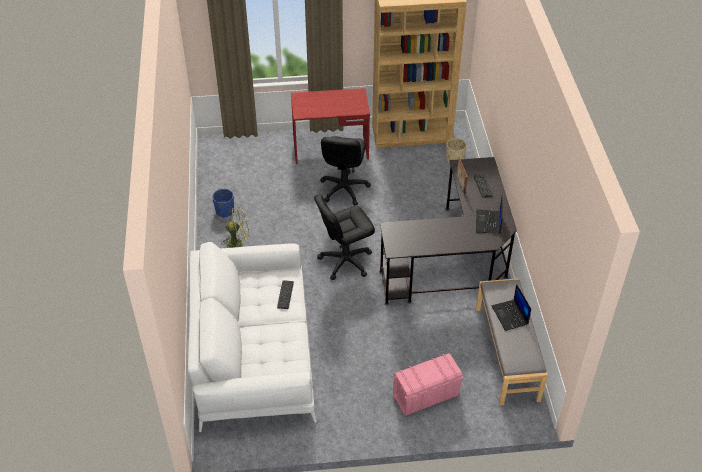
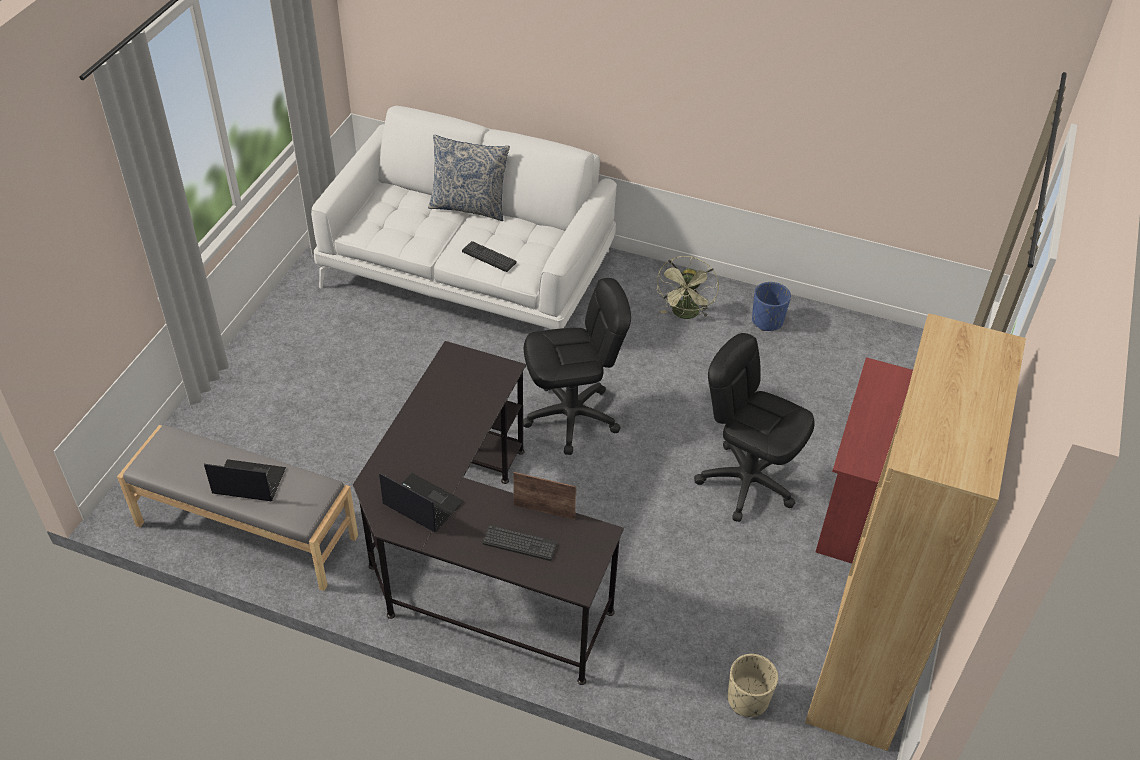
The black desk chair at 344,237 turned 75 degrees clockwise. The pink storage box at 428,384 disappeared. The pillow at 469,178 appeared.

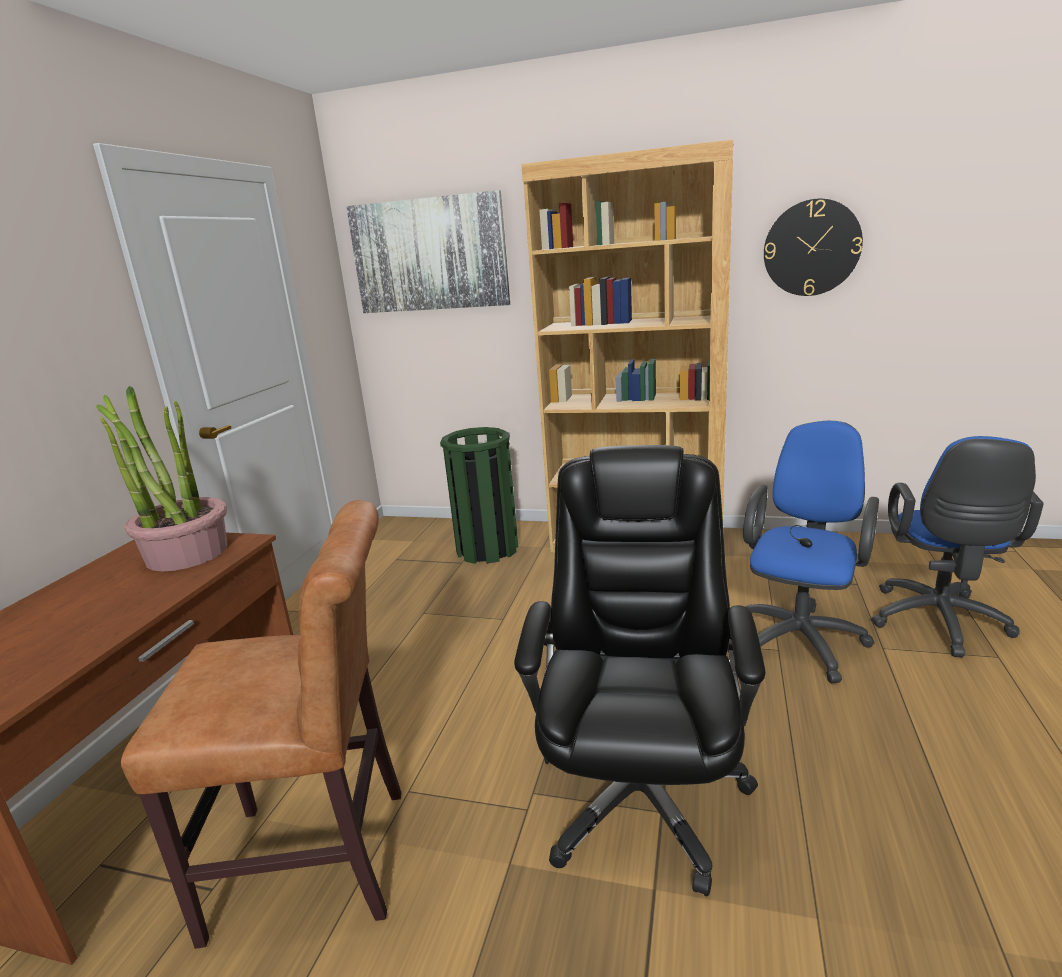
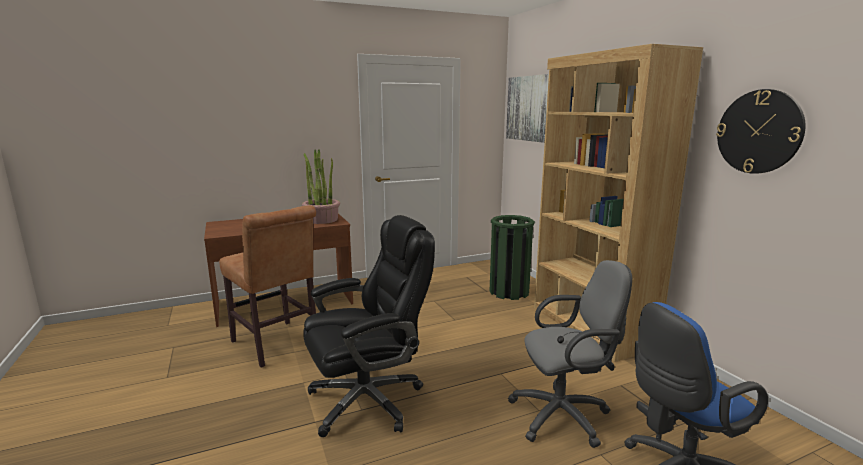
The bluish desk chair at 811,552 became the grey desk chair at 570,354.

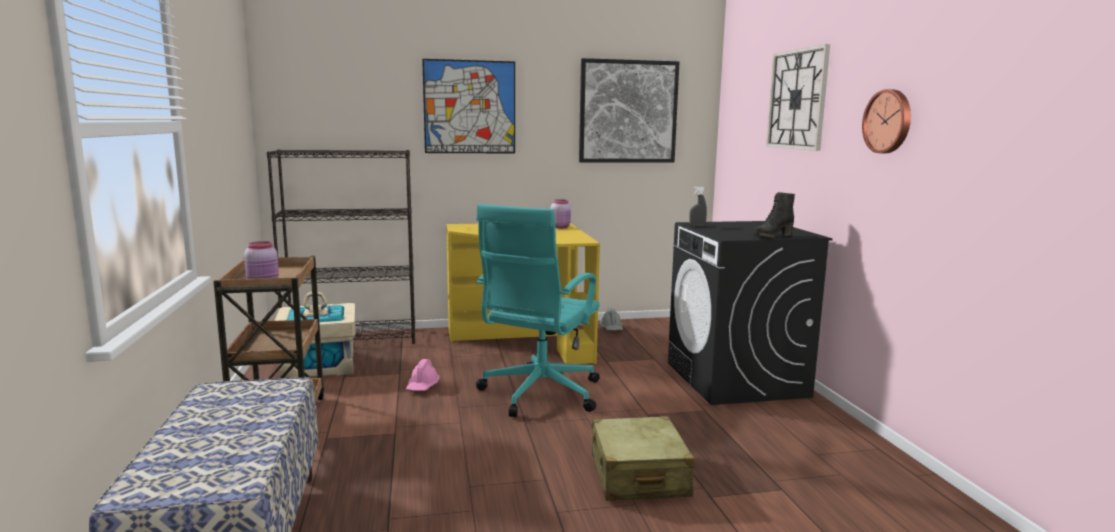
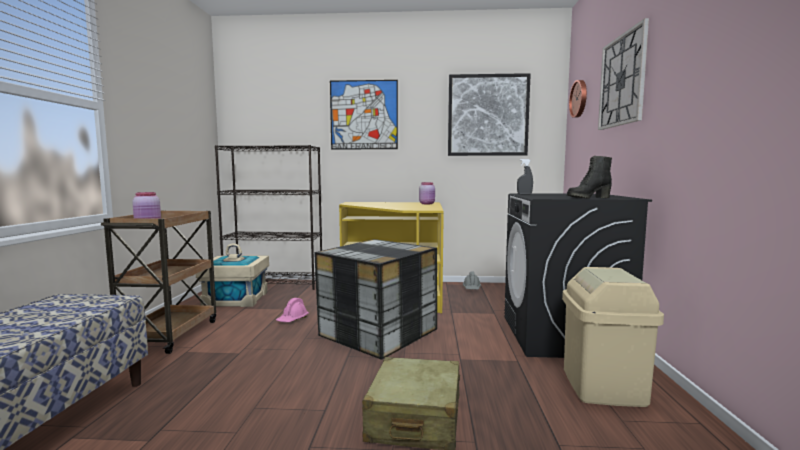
The turquoise desk chair at 538,310 was replaced by the storage box at 375,299. The hanging clock moved from 886,121 to 578,99. The beige-coloured waste bin at 613,337 appeared.

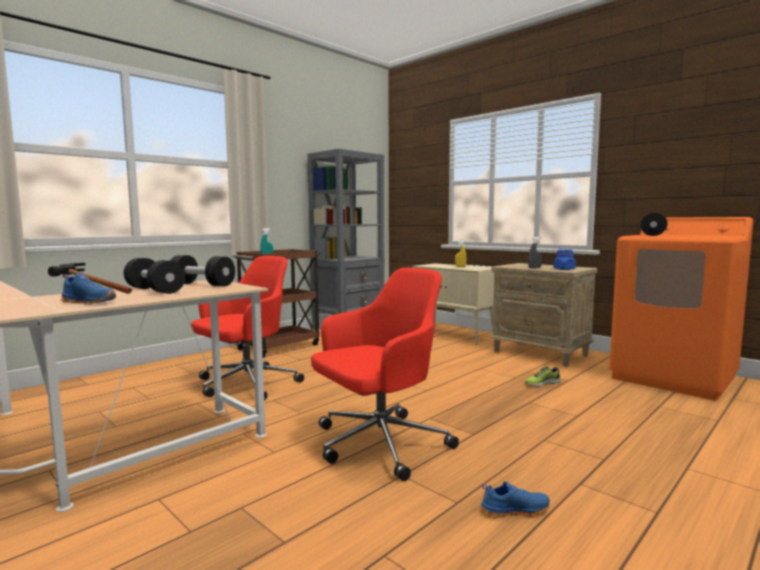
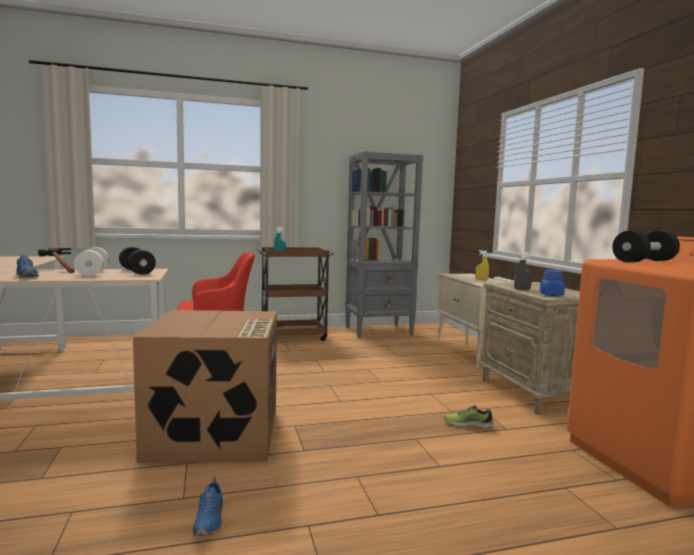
The black free weight at 154,276 became the white-coloured free weight at 91,261. The reddish desk chair at 385,374 was replaced by the cardboard box at 205,386. The bluish item of footwear at 515,499 turned 60 degrees clockwise.

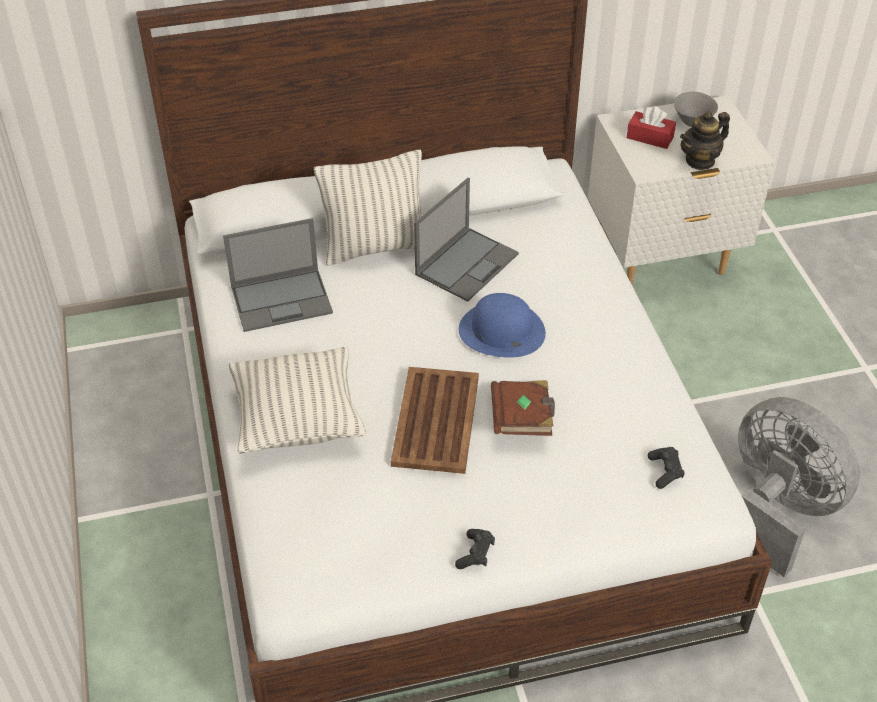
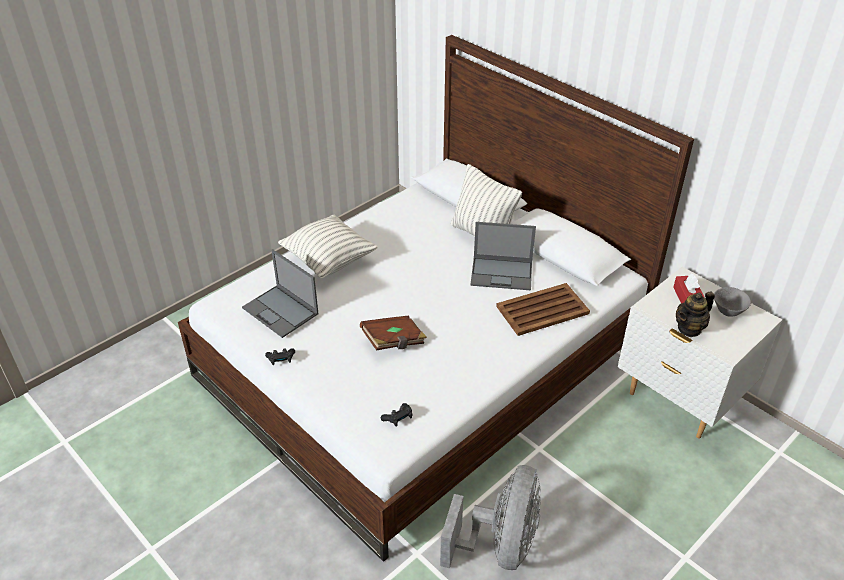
The notebook computer moved from 278,275 to 280,293. The brown tray moved from 435,420 to 543,309. The bluish hat at 502,325 disappeared. The tea pot at 705,140 turned 60 degrees counterclockwise.

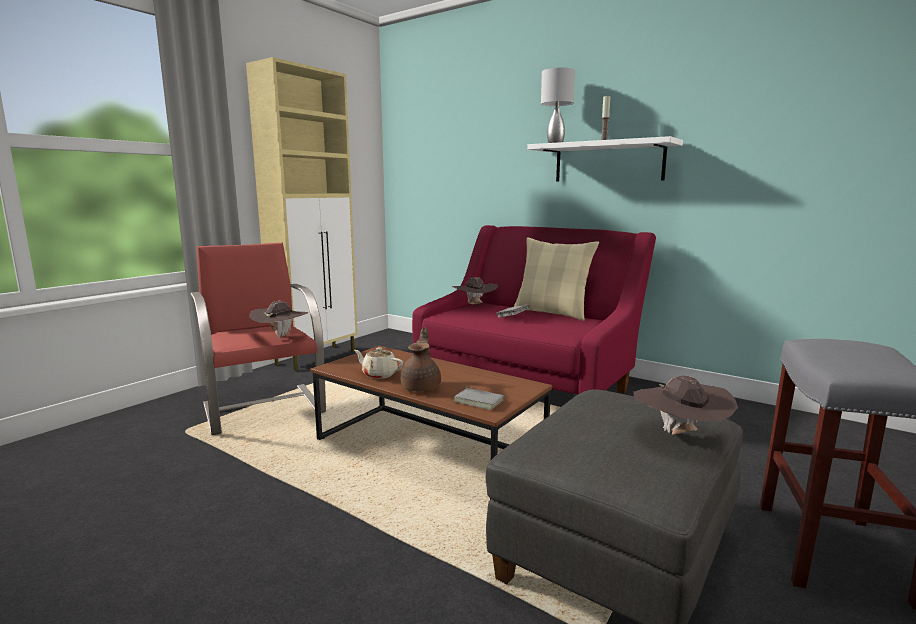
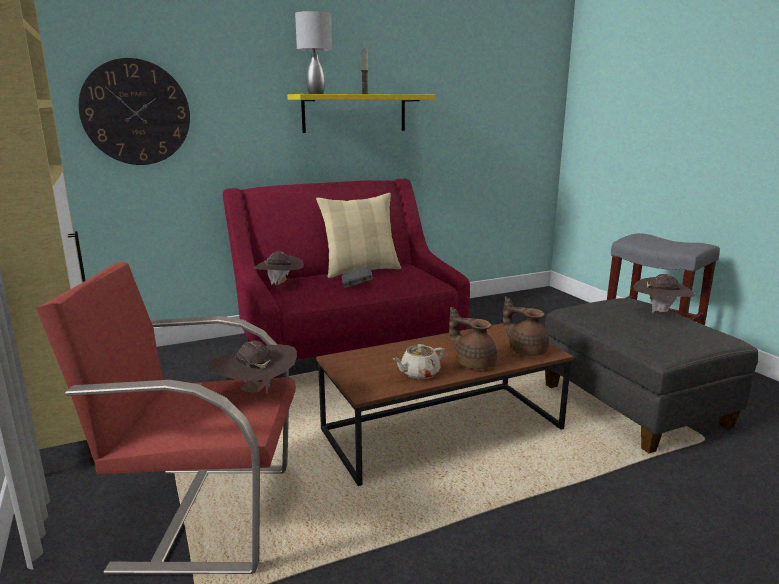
The grey bound book at 479,398 was replaced by the brown tea pot at 526,326. The white-coloured shelf at 605,159 became the yellow-coloured shelf at 361,113. The hanging clock at 134,111 appeared.

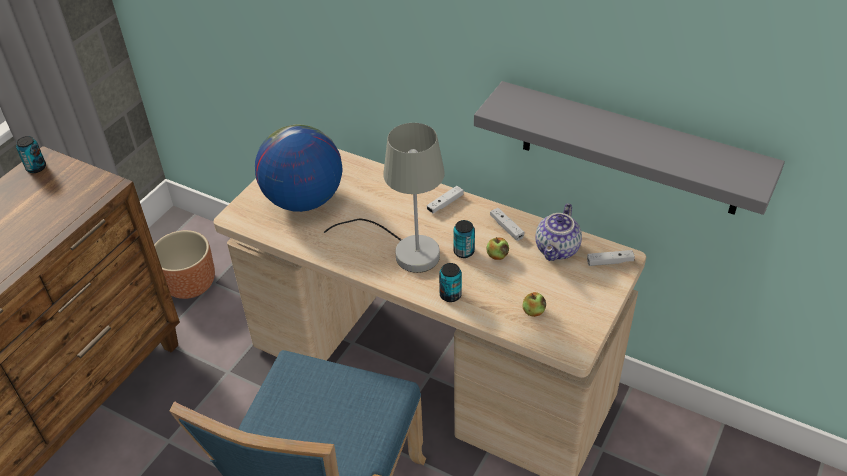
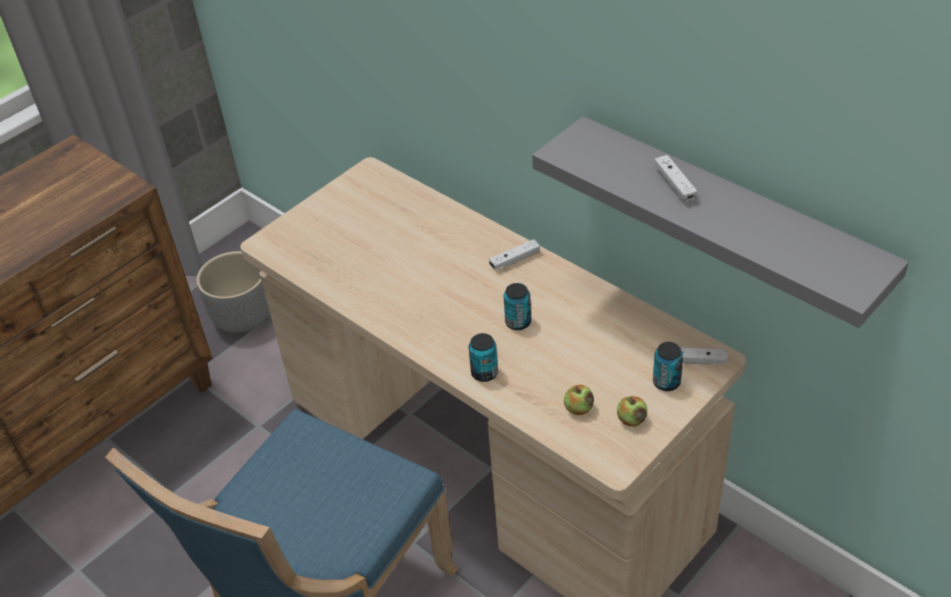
The can moved from 31,154 to 668,366. The brown flower pot at 184,264 became the grey flower pot at 233,292. The desk globe at 298,168 disappeared. The grey table lamp at 384,198 disappeared. The apple moved from 497,248 to 632,411. The white-coloured joypad moved from 507,224 to 675,179. The tea pot at 558,232 disappeared.

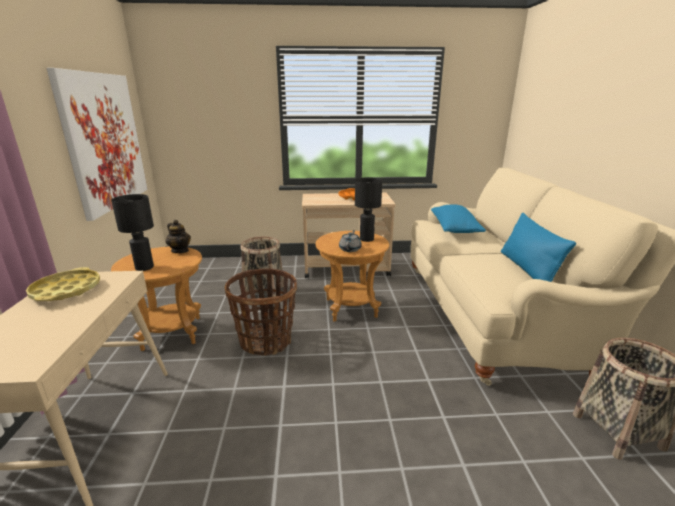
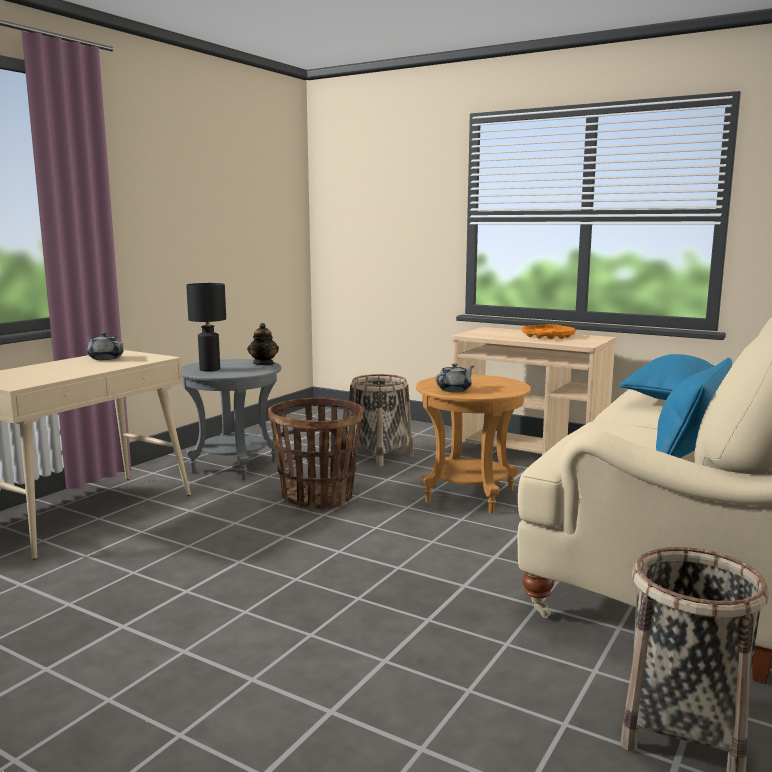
The yellow-coloured tray at 63,284 was replaced by the grey tea pot at 104,346. The wall art at 97,144 disappeared. The brown side table at 156,299 became the grey side table at 231,419. The black table lamp at 368,209 disappeared.

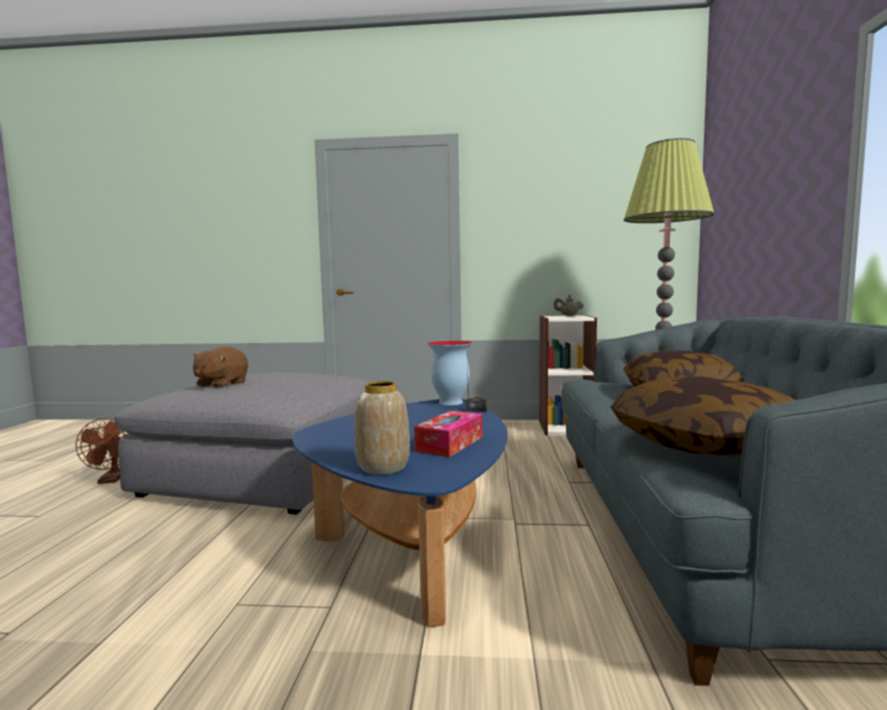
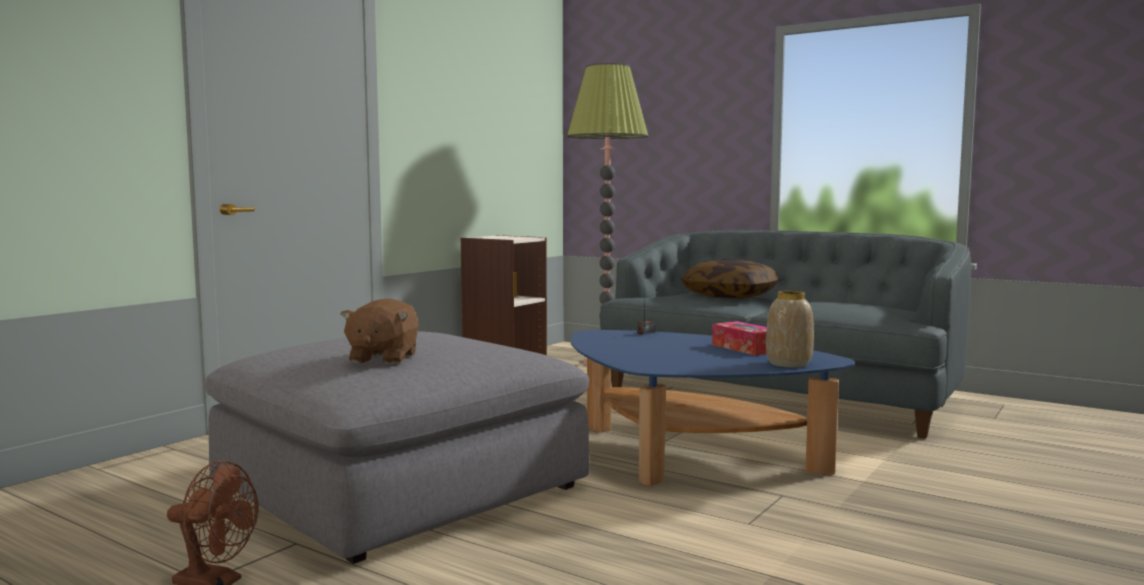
The brown cuddly toy at 220,367 turned 45 degrees clockwise. The vase at 450,372 disappeared. The beige-coloured tea pot at 568,305 disappeared. The pillow at 703,416 disappeared.

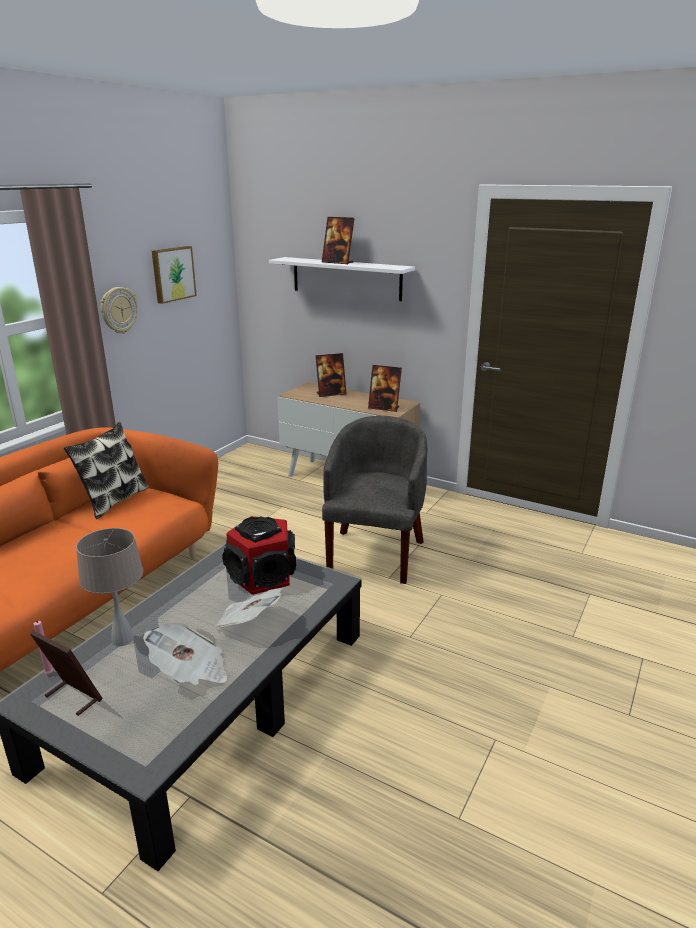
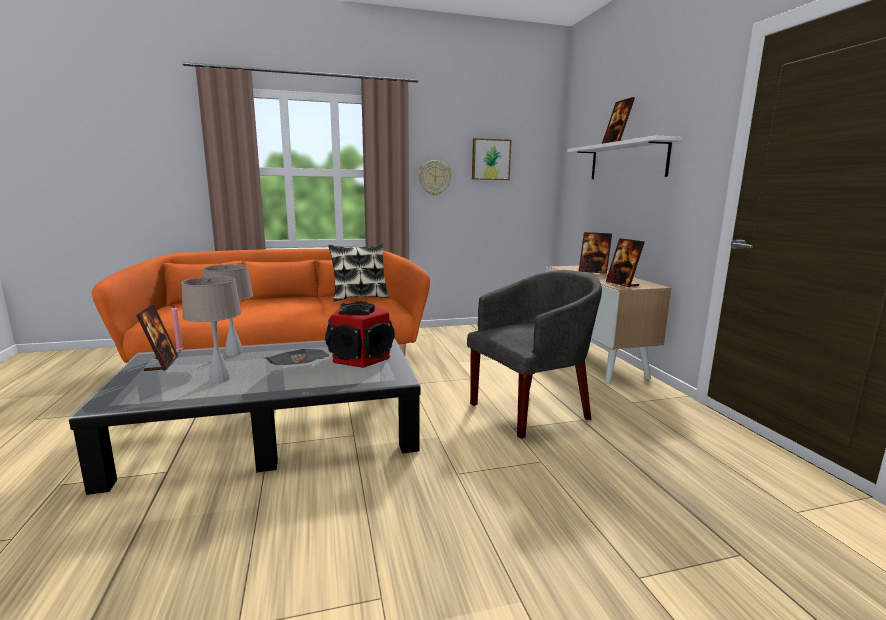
The printed paper at 185,654 was replaced by the beige-coloured table lamp at 211,329.

